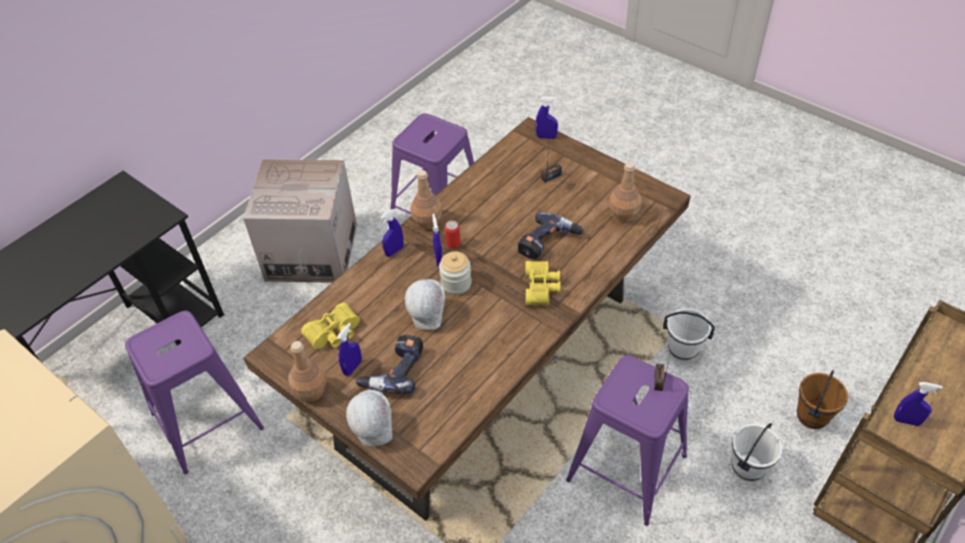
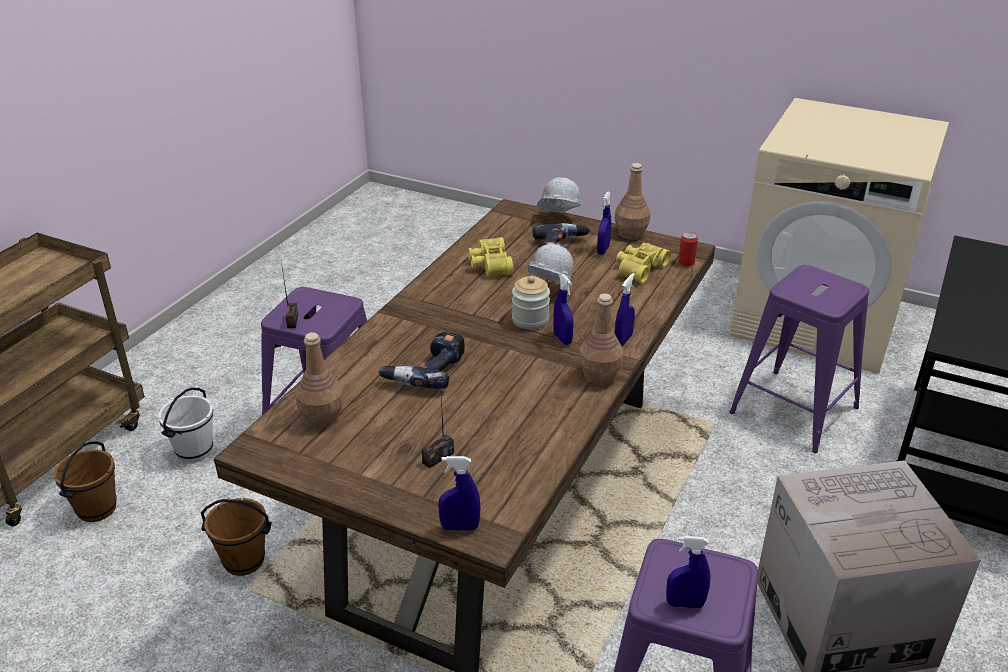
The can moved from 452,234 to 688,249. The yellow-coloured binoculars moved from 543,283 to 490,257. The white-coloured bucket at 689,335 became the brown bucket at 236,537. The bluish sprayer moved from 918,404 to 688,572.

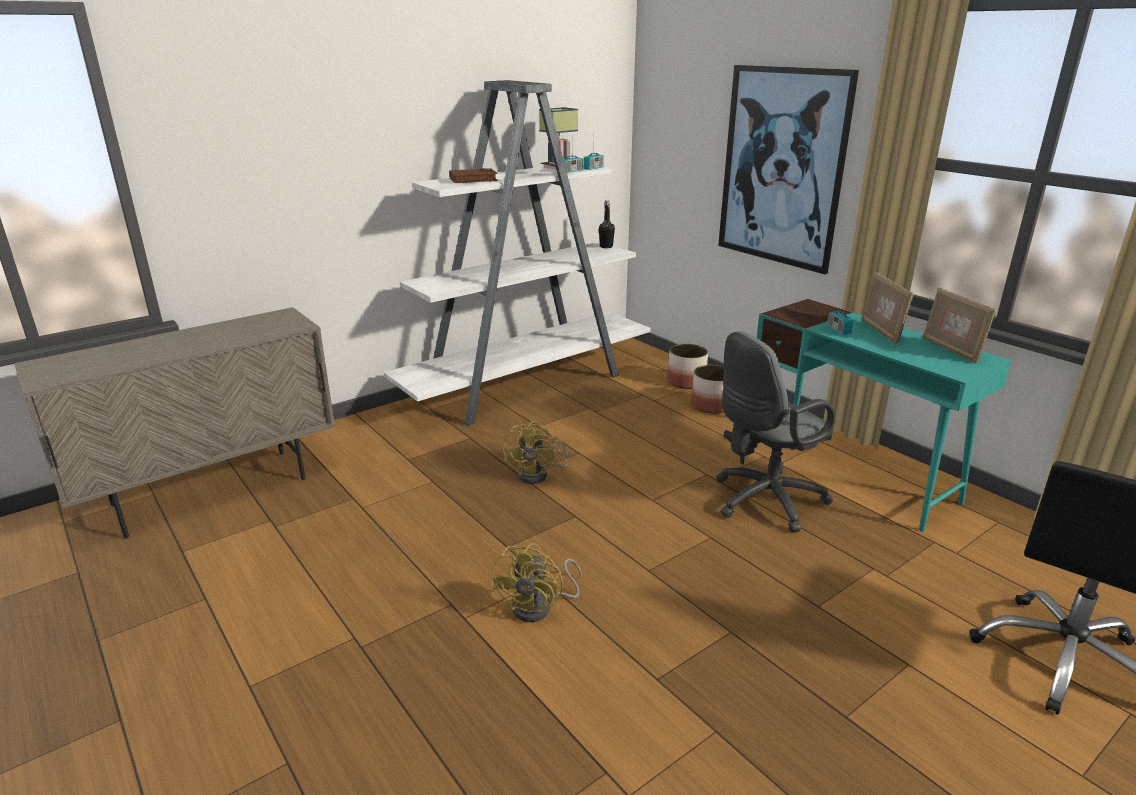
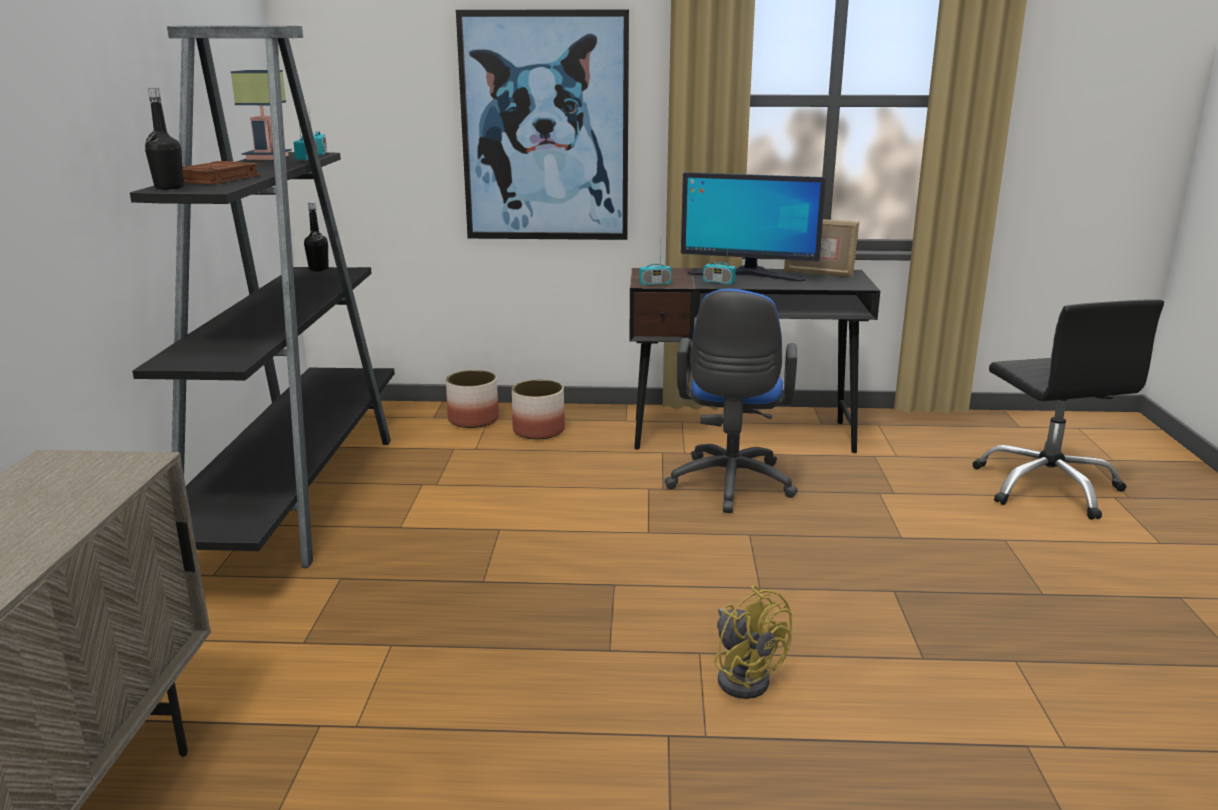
The white-coloured shelving unit at 517,253 became the black shelving unit at 262,297. The yellow-coloured fan at 535,452 disappeared. The grey desk chair at 775,432 became the bluish desk chair at 731,401. The turquoise desk table at 884,415 became the black desk table at 754,360. The standing frame at 888,308 was replaced by the computer display at 753,227. The black drink bottle at 164,139 appeared. The radio receiver at 655,263 appeared.

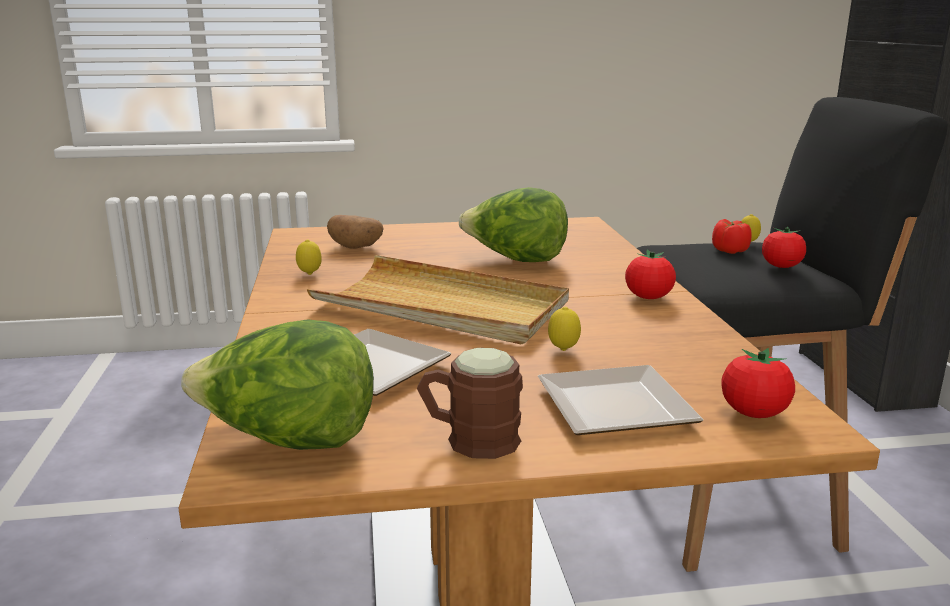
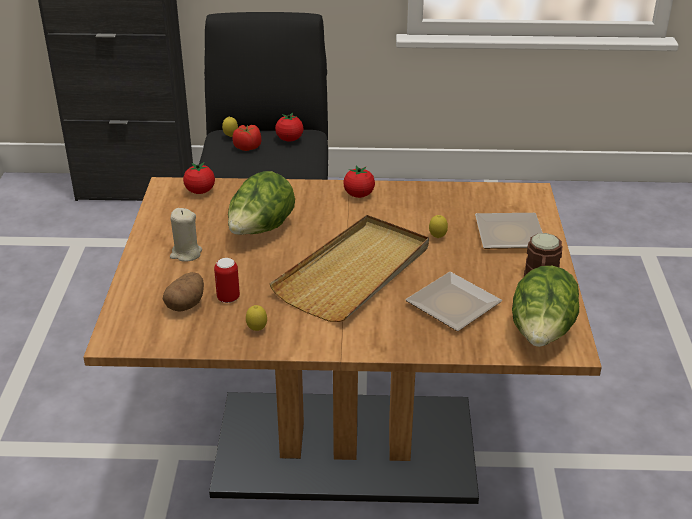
The tomato moved from 758,383 to 199,178. The beige-coloured candle at 186,235 appeared. The can at 227,280 appeared.

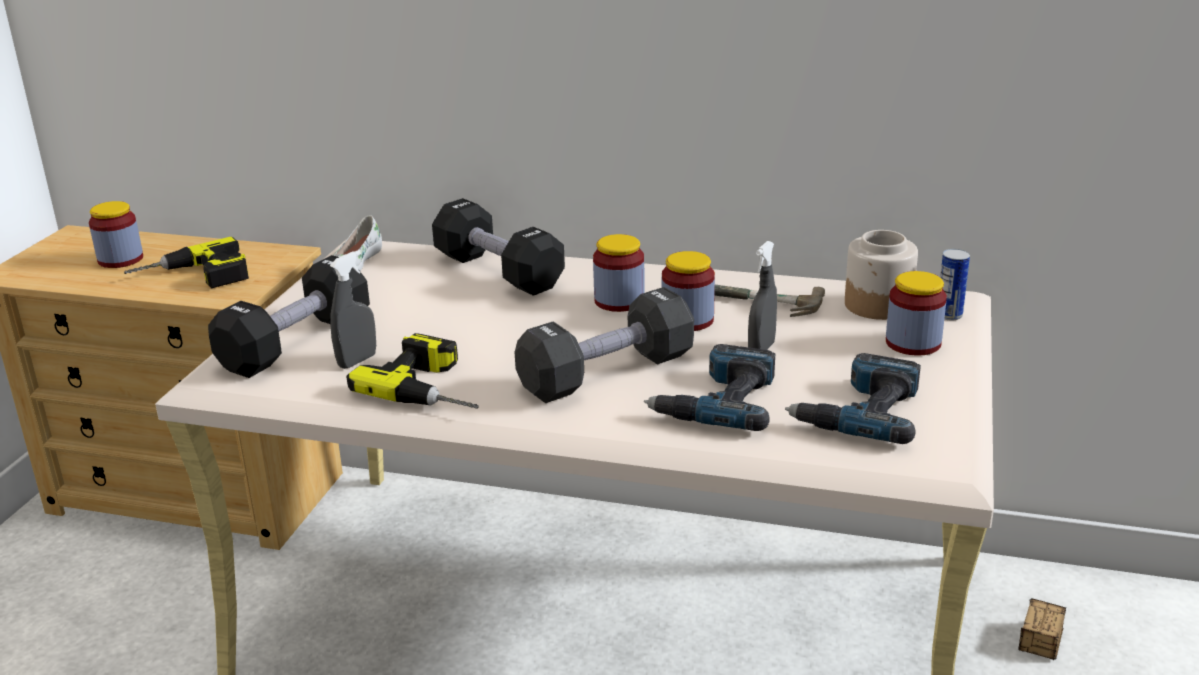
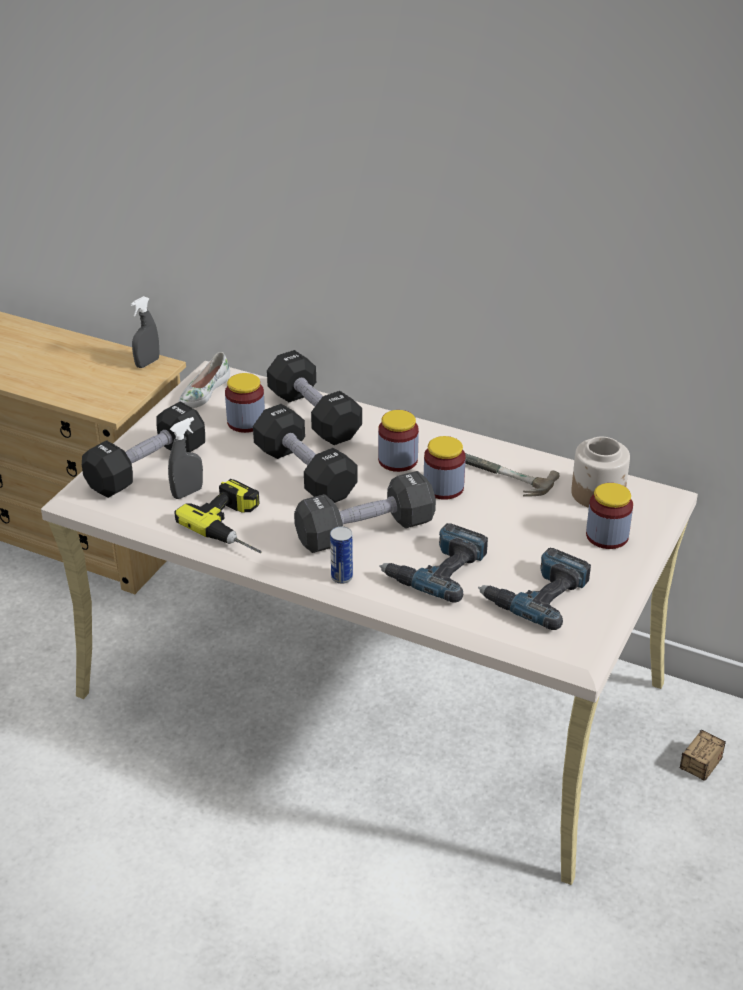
The jar moved from 116,234 to 245,403. The electric drill at 186,262 disappeared. The grey sprayer moved from 762,295 to 144,332. The can moved from 955,285 to 341,555. The black free weight at 305,453 appeared.

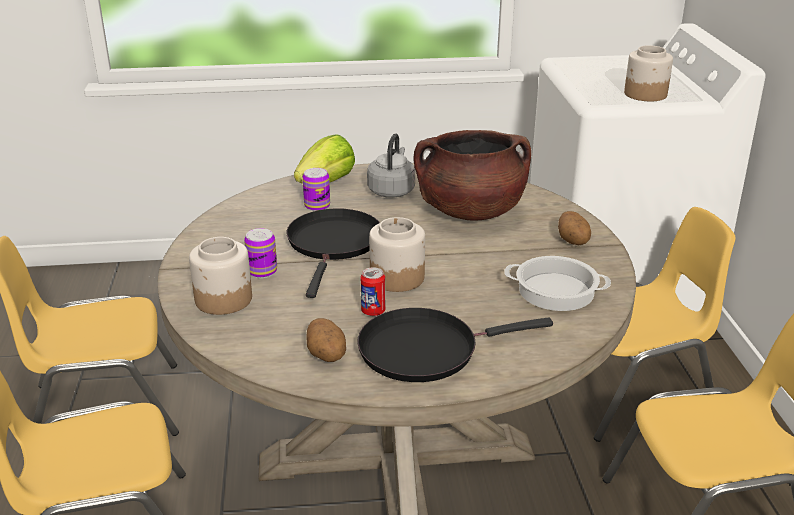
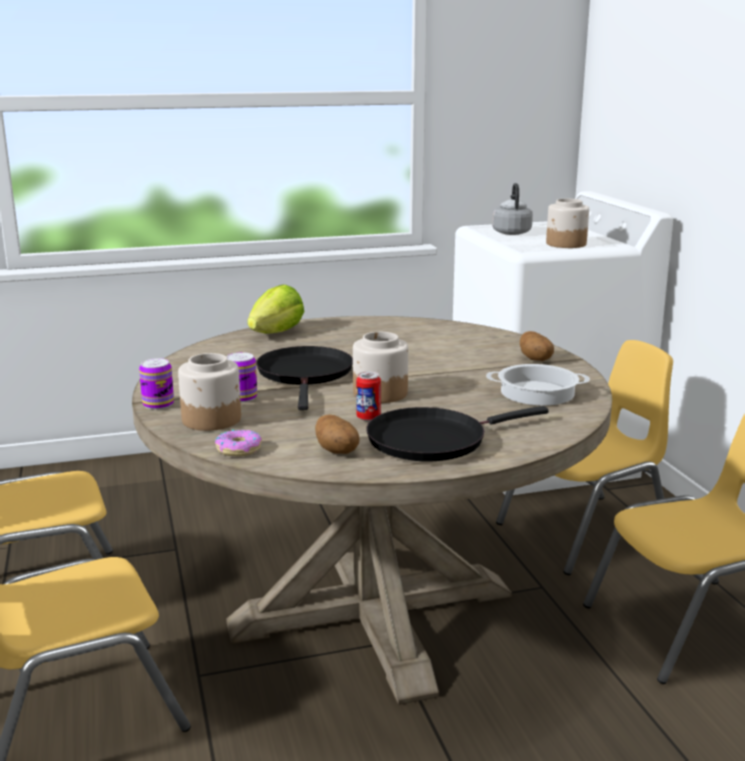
The can moved from 316,189 to 156,384. The grey water kettle moved from 391,166 to 512,209. The brown stockpot at 472,175 disappeared. The donut at 238,443 appeared.

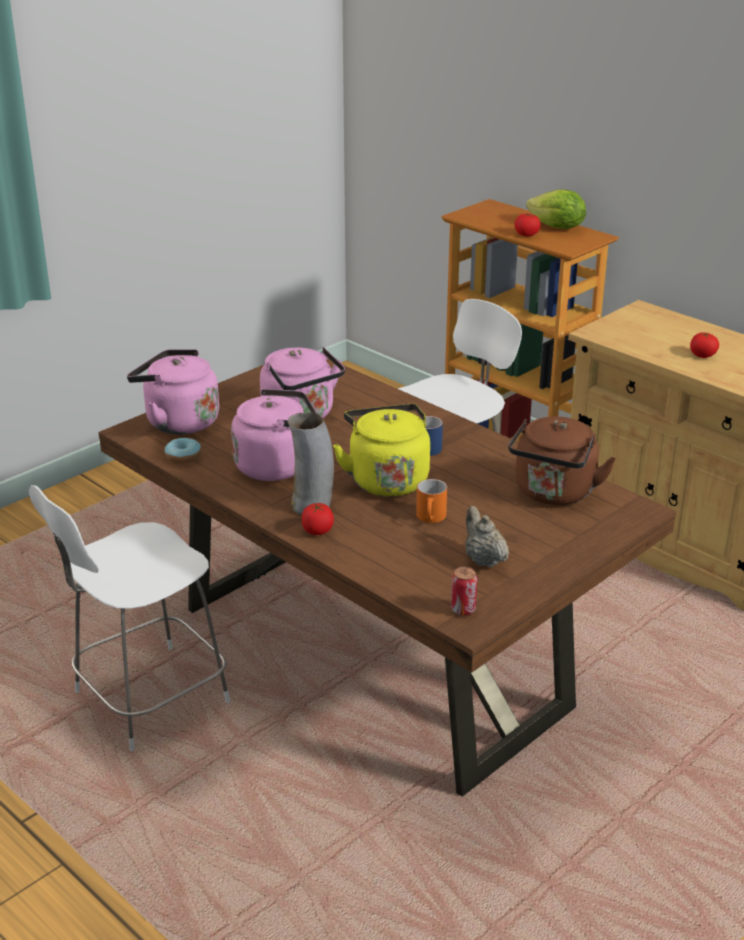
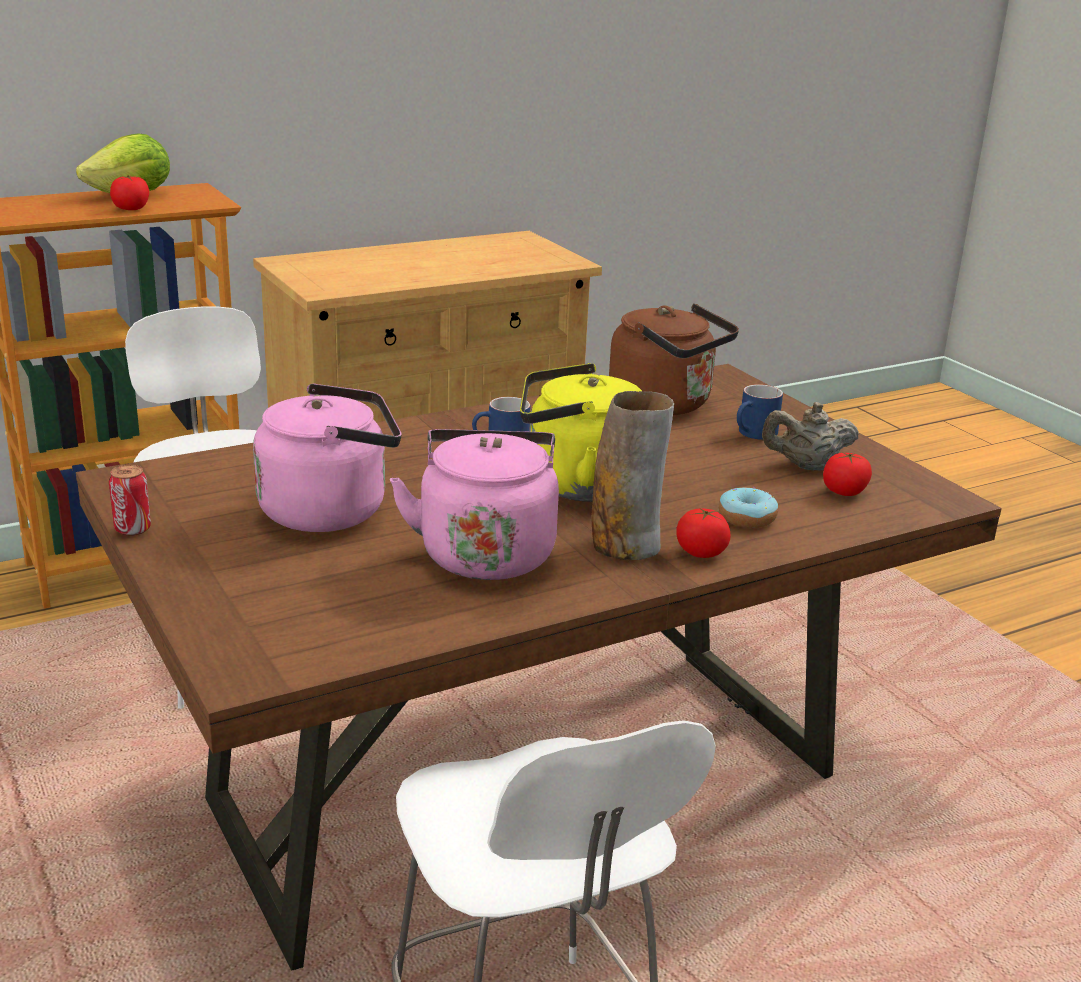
The pink water kettle at 173,391 disappeared. The donut moved from 183,450 to 748,507. The orange-coloured mug at 431,501 disappeared. The can moved from 464,591 to 130,500. The tomato moved from 704,345 to 847,474. The bluish mug at 760,412 appeared.

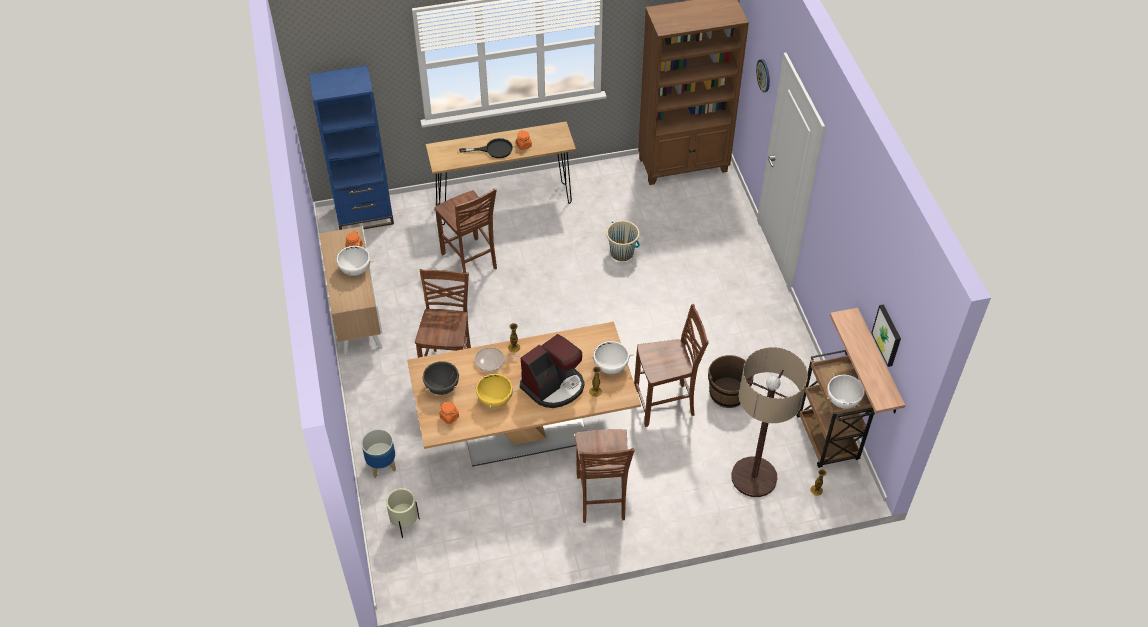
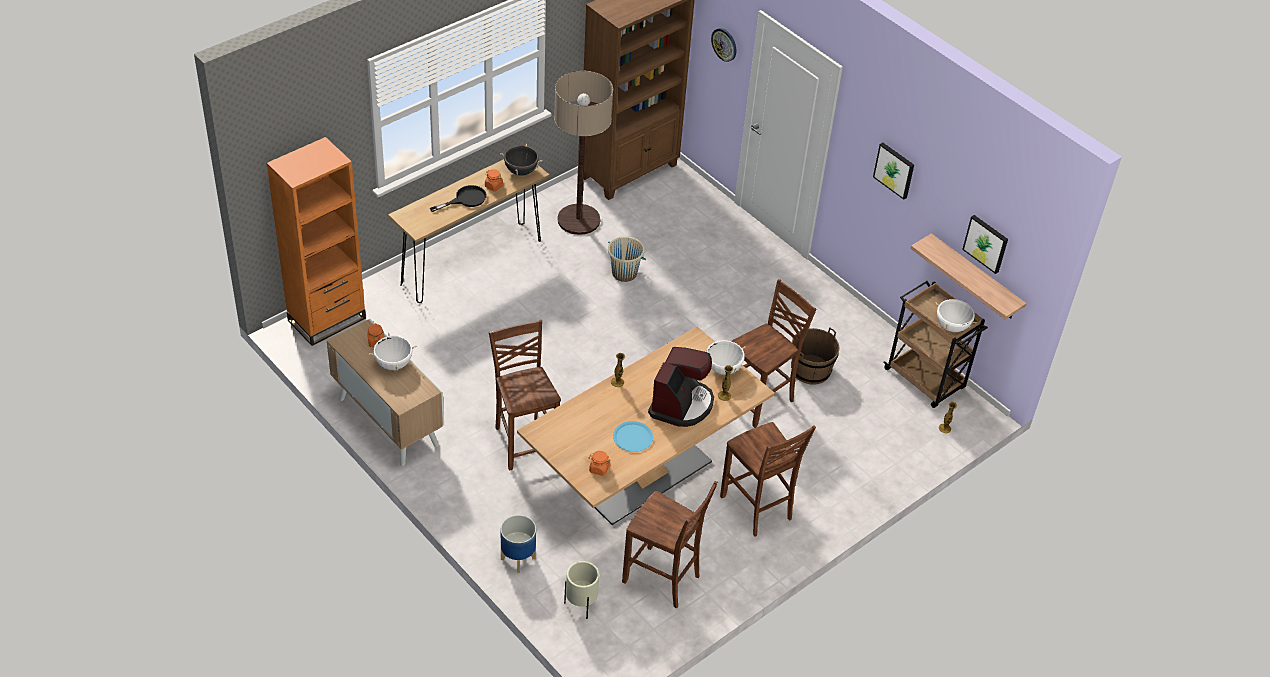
The bluish shelving unit at 351,147 became the orange-coloured shelving unit at 316,241. The black stockpot moved from 441,378 to 521,160. The brown chair moved from 466,230 to 670,544. The yellow-coloured stockpot at 494,390 was replaced by the bluish plate at 633,436. The frying pan at 497,359 disappeared. The floor lamp moved from 769,422 to 583,153. The wall art at 893,171 appeared.

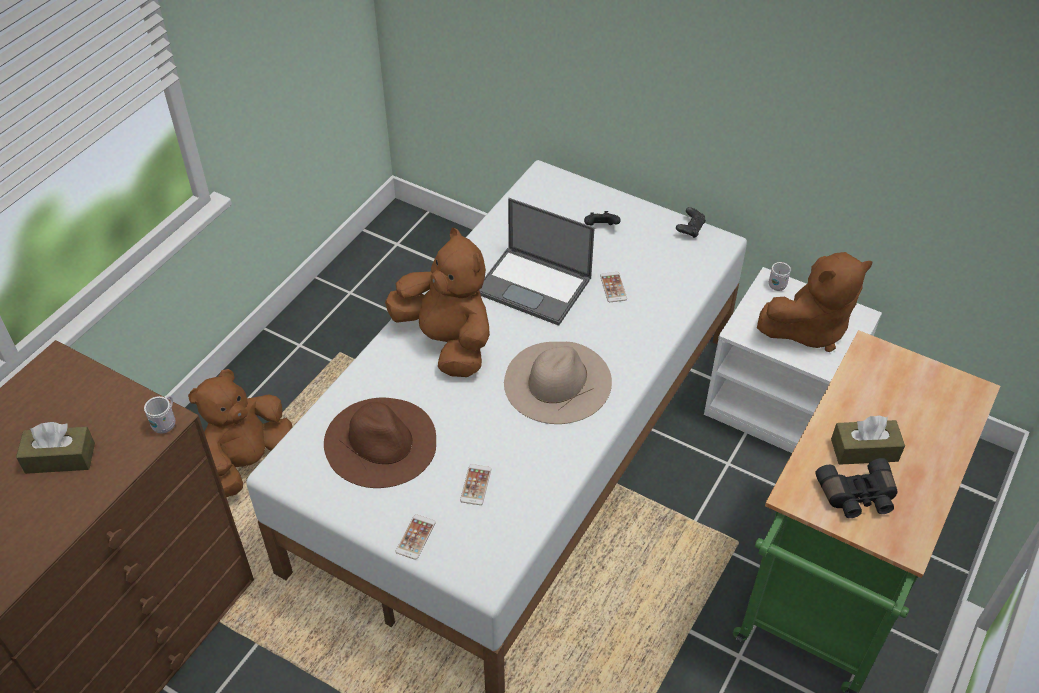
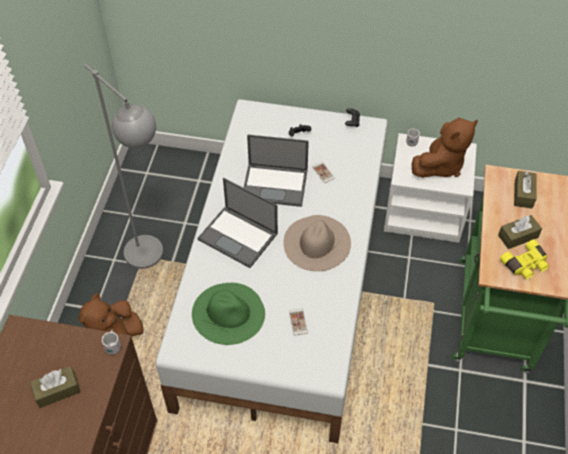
The brown hat at 380,443 became the greenish hat at 228,314. The brown cuddly toy at 437,302 was replaced by the notebook computer at 238,223. The phone at 416,537 disappeared. The black binoculars at 856,488 became the yellow-coloured binoculars at 524,259. The grey floor lamp at 123,166 appeared. The brown tissue holder at 525,190 appeared.

